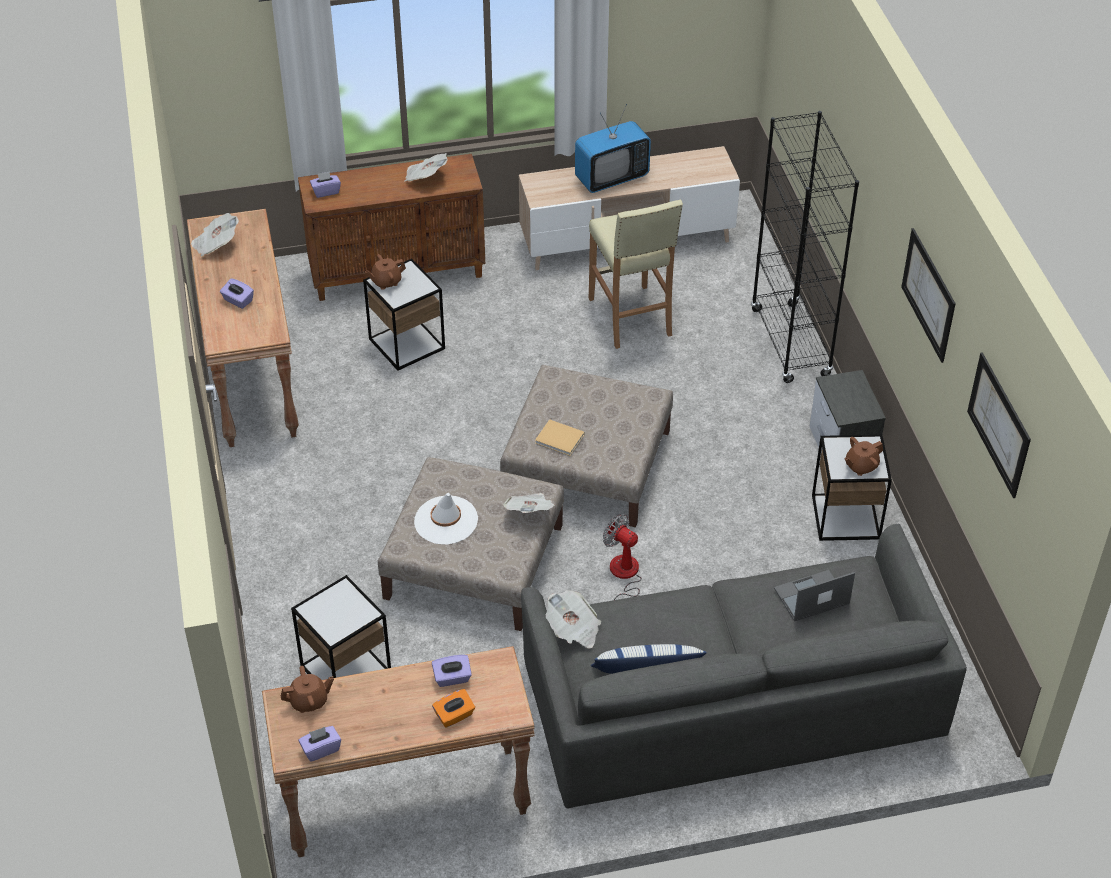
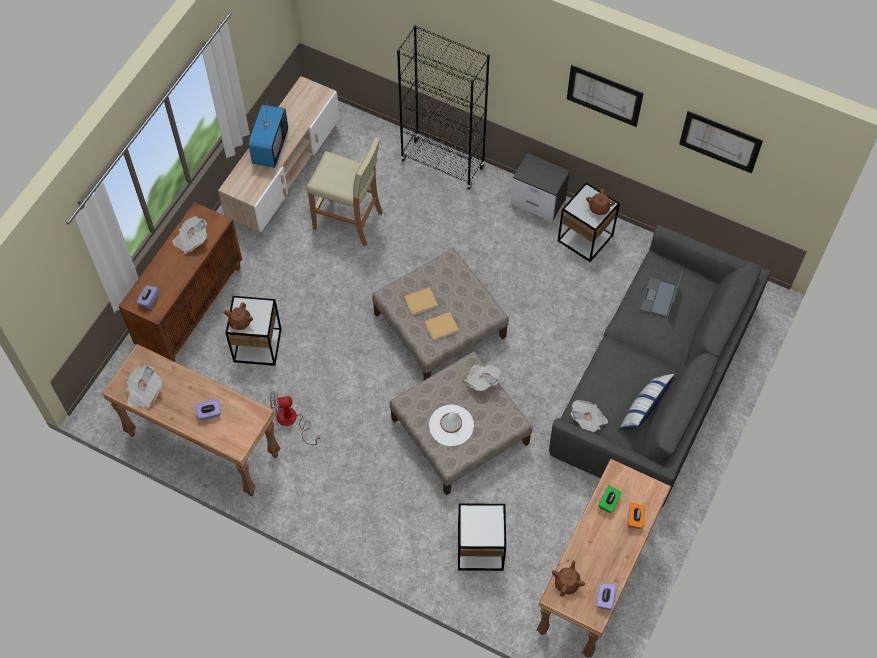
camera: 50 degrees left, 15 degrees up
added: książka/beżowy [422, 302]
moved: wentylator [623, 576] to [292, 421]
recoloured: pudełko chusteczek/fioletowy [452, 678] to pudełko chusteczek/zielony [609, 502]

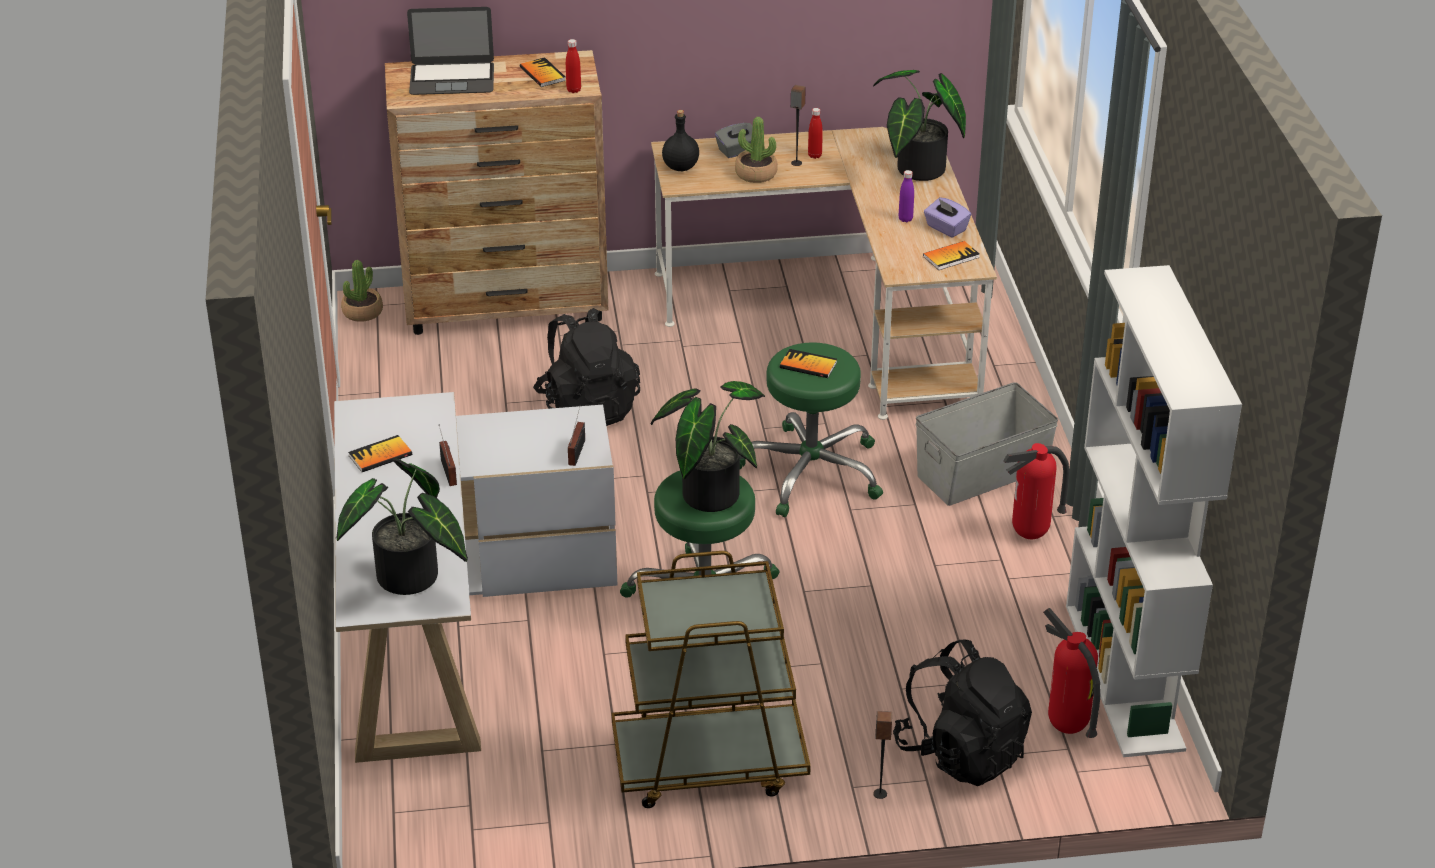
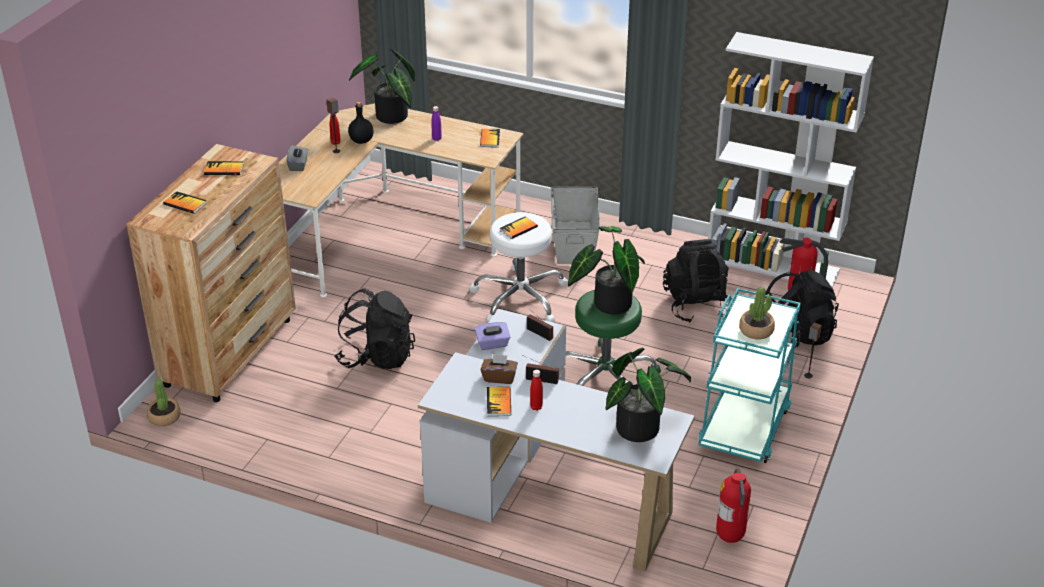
camera: 60 degrees left, 0 degrees up
added: plecak/czarny [697, 306]; pudełko chusteczek/brązowy [499, 377]
moved: butelka/czerwony [573, 90] to [536, 407]; butelka/czarny [681, 167] to [361, 140]; roślina doniczkowa [756, 174] to [756, 330]; pudełko chusteczek/fioletowy [946, 228] to [492, 344]; gaśnica [1030, 535] to [730, 538]
replaced: laptop [452, 79] to książka [185, 204]
recoloured: stołek/zielony [810, 471] to stołek/biały [520, 297]; wózek/brązowy [708, 763] to wózek/turkusowy [744, 426]

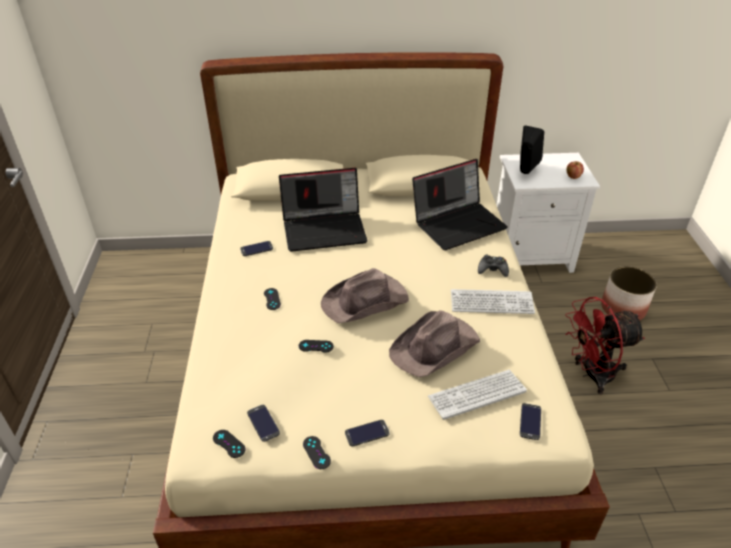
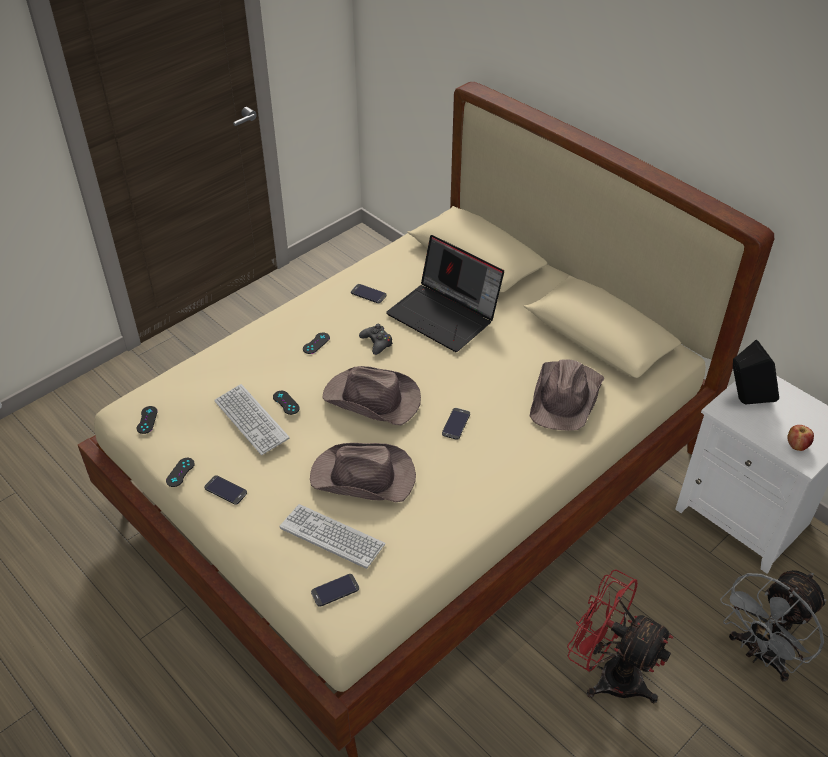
camera: 50 degrees right, 5 degrees up
moved: pad do gier/czarny [492, 270] to [377, 343]; klawiatura [491, 303] to [251, 420]; telefon [263, 423] to [456, 424]
replaced: laptop [458, 223] to kapelusz/brązowy [566, 397]; donica [623, 308] to wentylator/szary [760, 654]

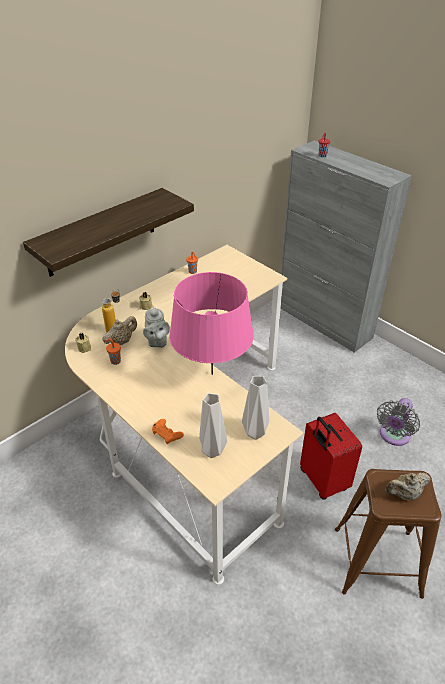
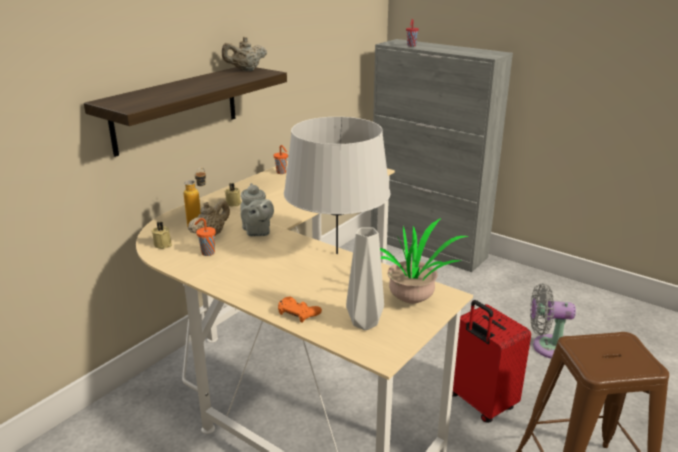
camera: 10 degrees left, 15 degrees down
moved: imbryk/beżowy [404, 494] to [245, 70]
replaced: wazon/szary [256, 432] to roślina doniczkowa [414, 300]
recoloured: lampa stołowa/różowy [212, 374] to lampa stołowa/szary [336, 254]
turned: wentylator/szary [393, 436] = [547, 347] 75 degrees clockwise

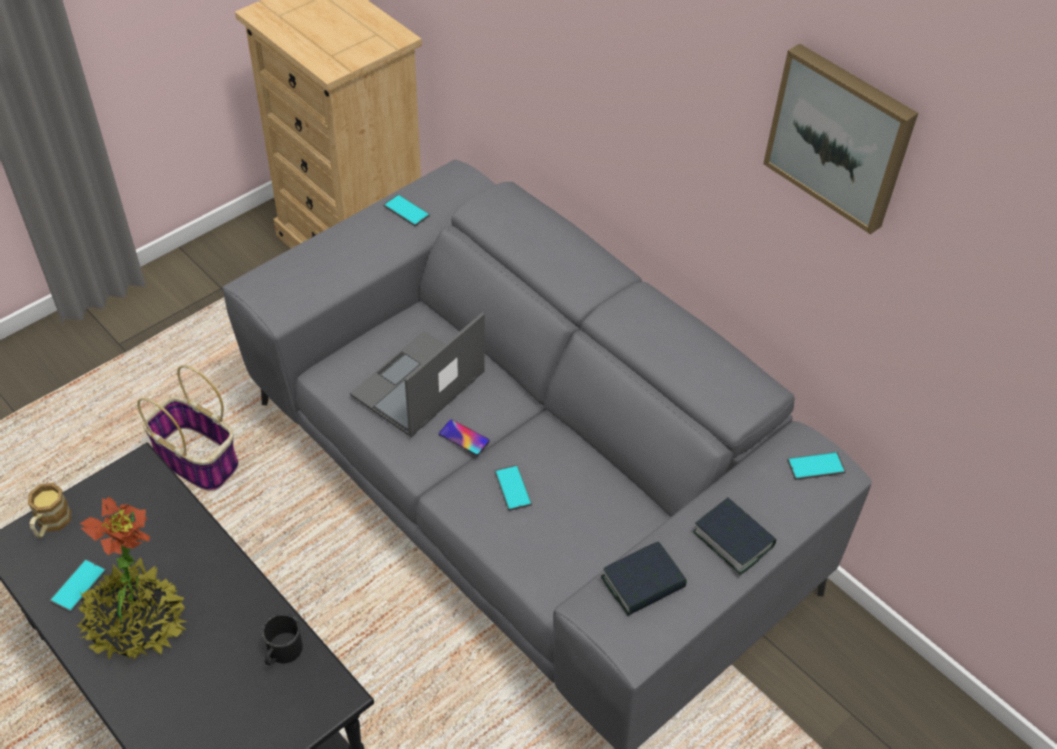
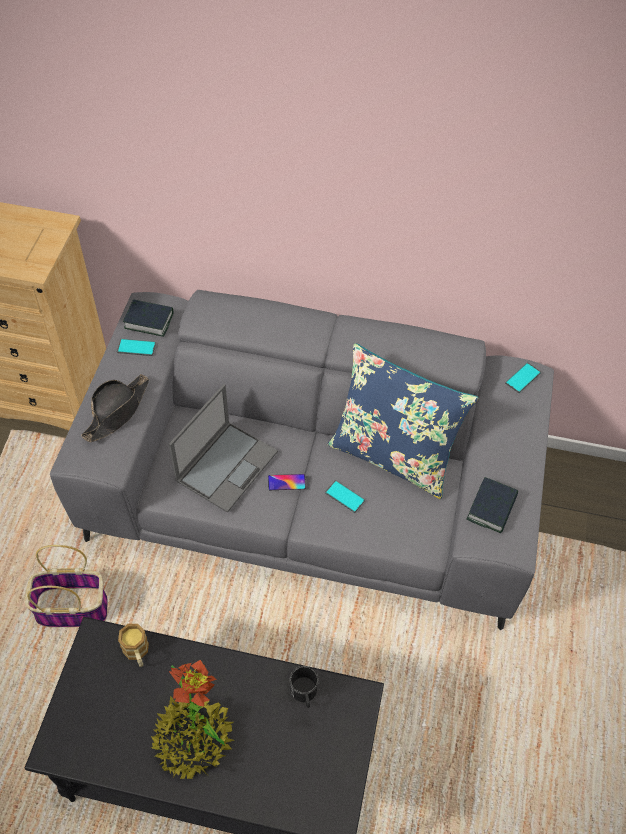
camera: 35 degrees left, 5 degrees up
removed: obraz [841, 136]; telefon [78, 586]
added: poduszka/niebieski [393, 455]; kapelusz/czarny [117, 411]
moved: kubek [51, 524] to [137, 653]; książka [733, 539] to [149, 321]
turned: laptop [417, 385] = [227, 465] 150 degrees counterclockwise

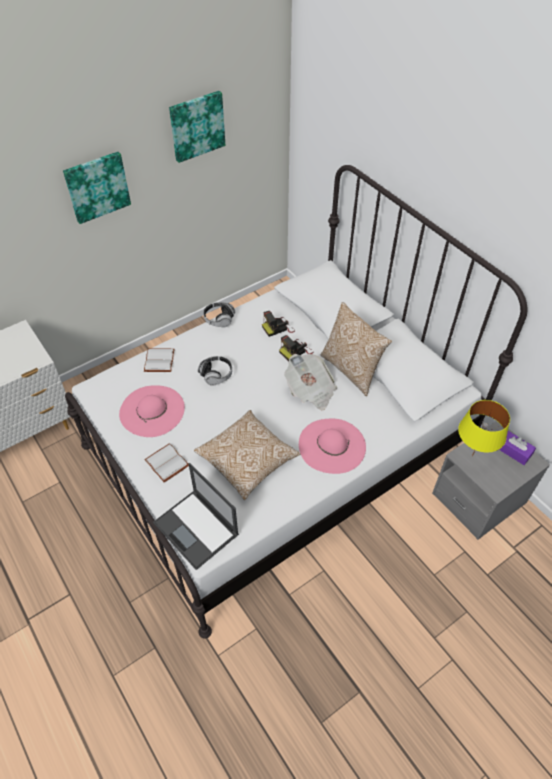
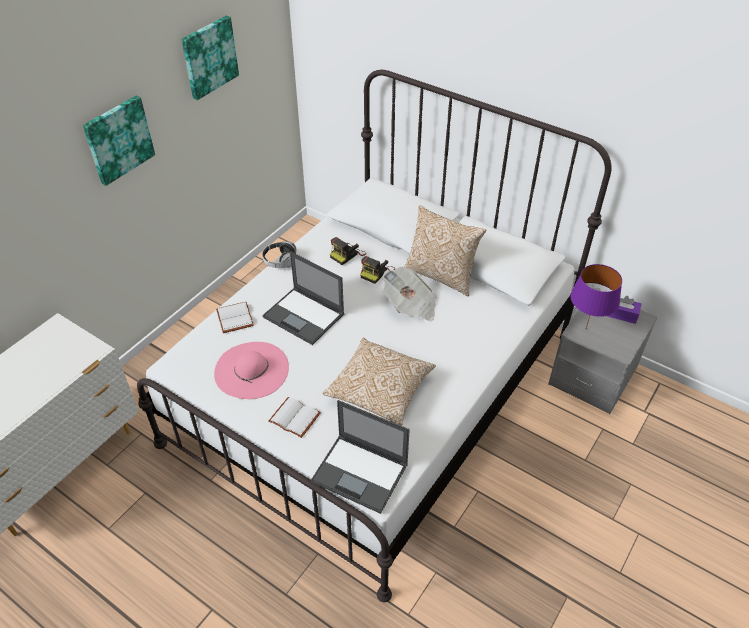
camera: 20 degrees left, 5 degrees down
removed: kapelusz/różowy [332, 445]
replaced: słuchawki [216, 375] to laptop [304, 316]
recoloured: lampa stołowa/żółty [472, 456] to lampa stołowa/fioletowy [586, 329]

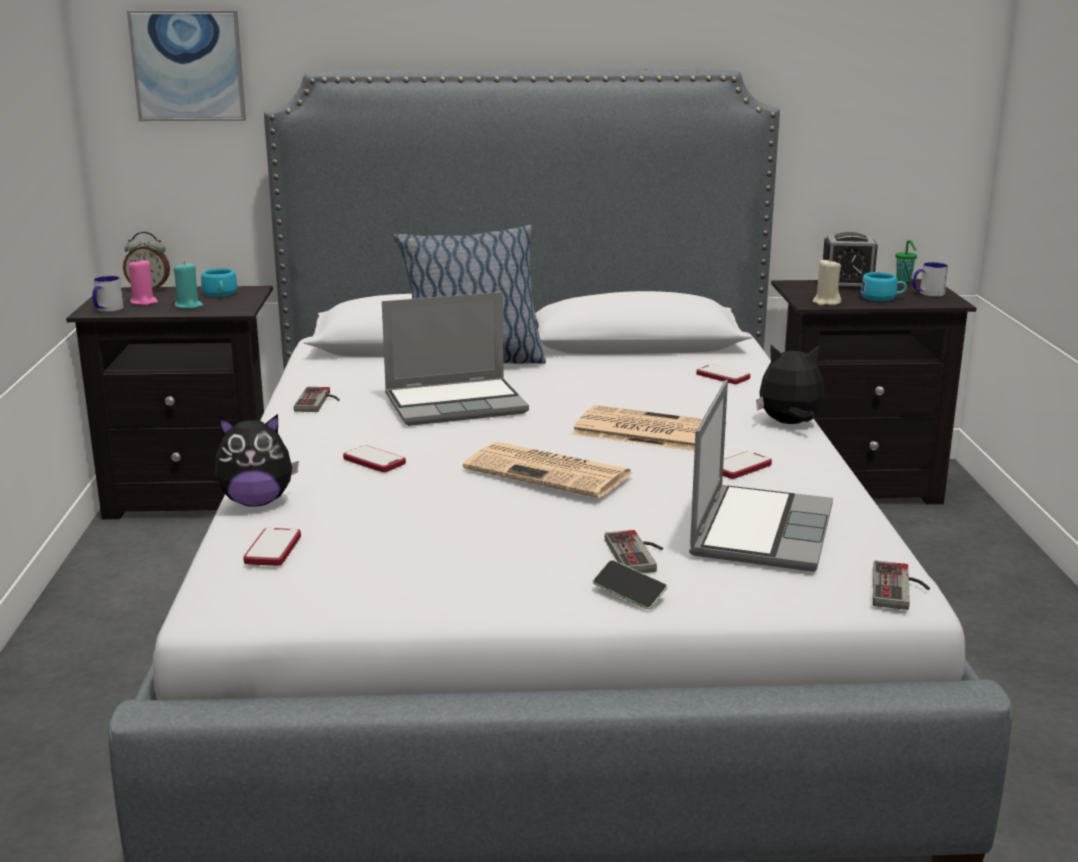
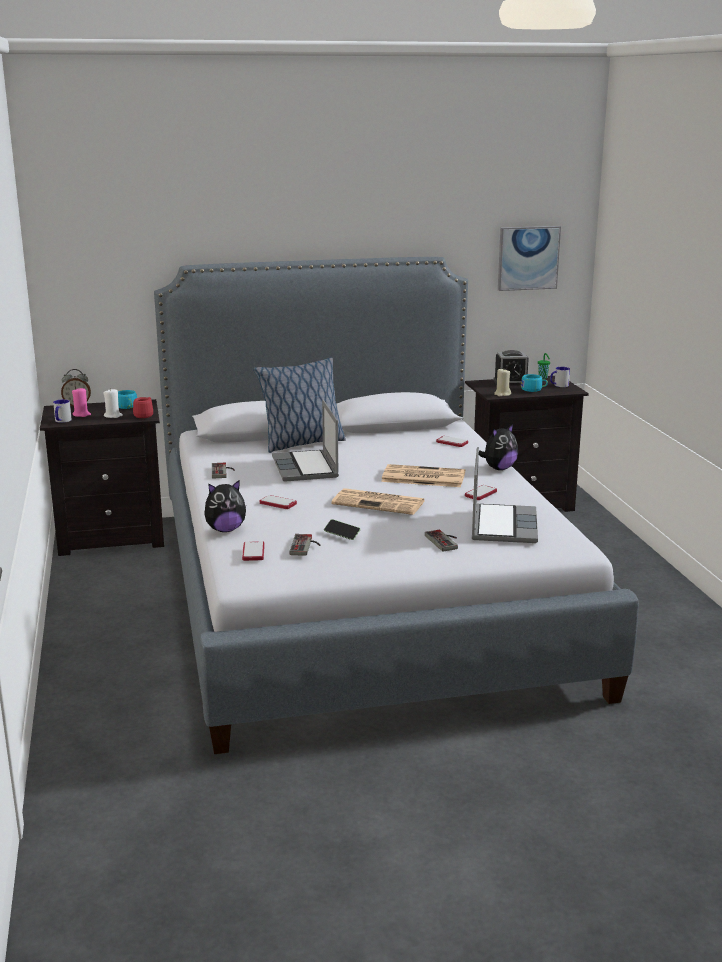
camera: 10 degrees left, 0 degrees up
added: kubek/czerwony [145, 415]
moved: obraz [188, 65] to [528, 258]; telefon [629, 594] to [342, 534]; pad do gier [901, 589] to [306, 546]
recoloured: świeca/turkusowy [189, 306] to świeca/biały [113, 416]
turned: laptop [457, 404] = [306, 468] 105 degrees clockwise; pluszak [789, 424] = [499, 468] 150 degrees clockwise

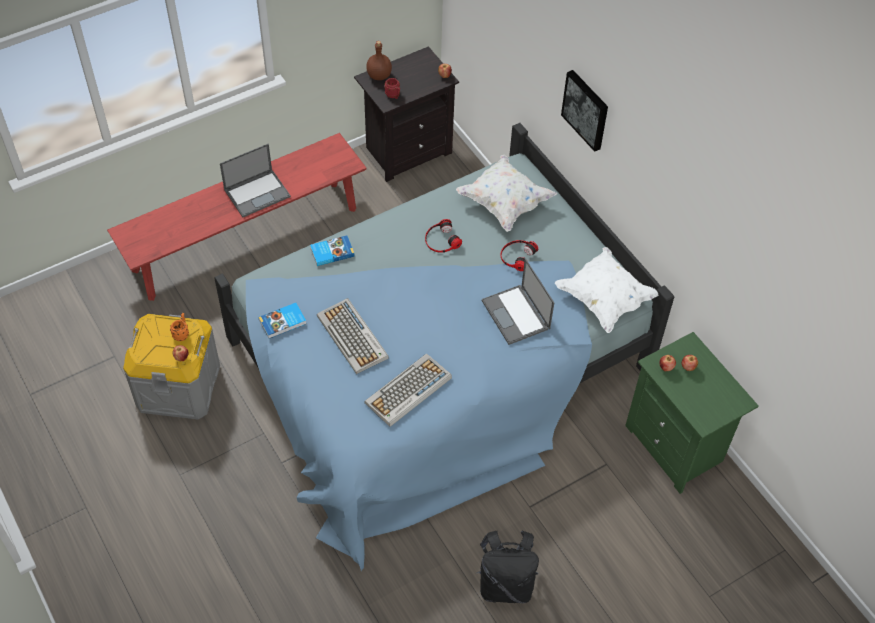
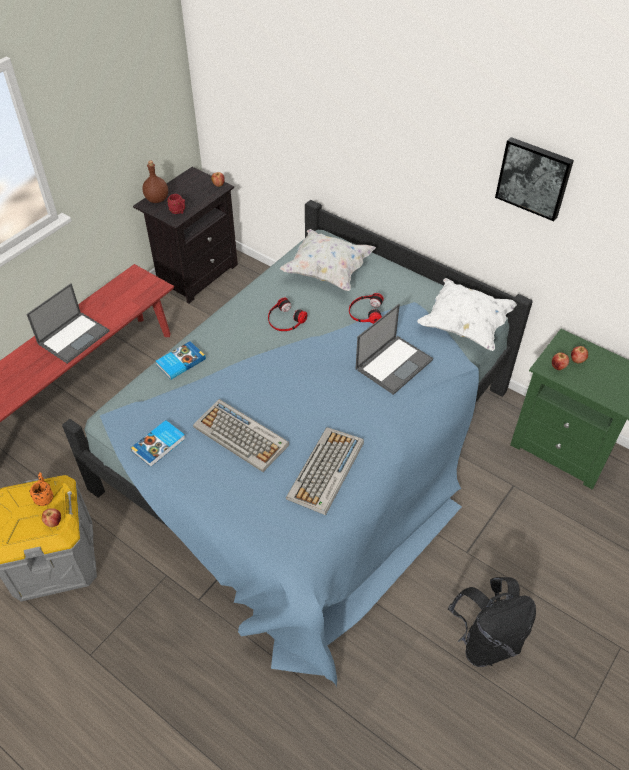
camera: 20 degrees left, 5 degrees down
moved: obraz [586, 109] to [534, 177]
turned: laptop [516, 315] = [394, 364] 90 degrees counterclockwise

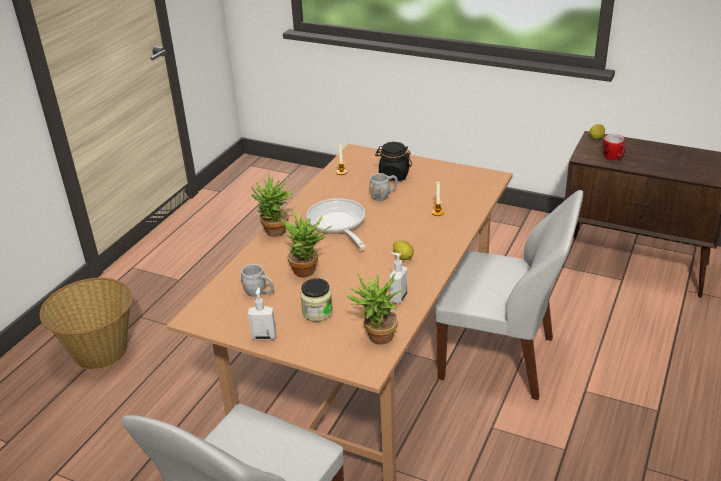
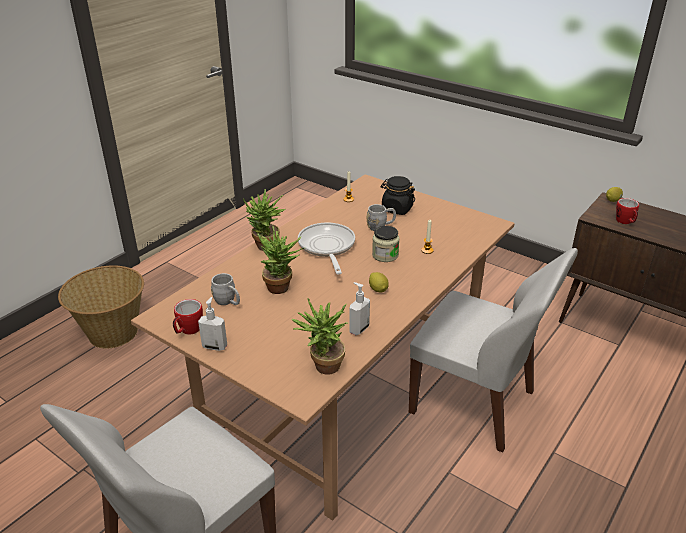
camera: 10 degrees right, 0 degrees up
added: kubek [188, 331]
moved: słoik [317, 312] to [385, 255]

